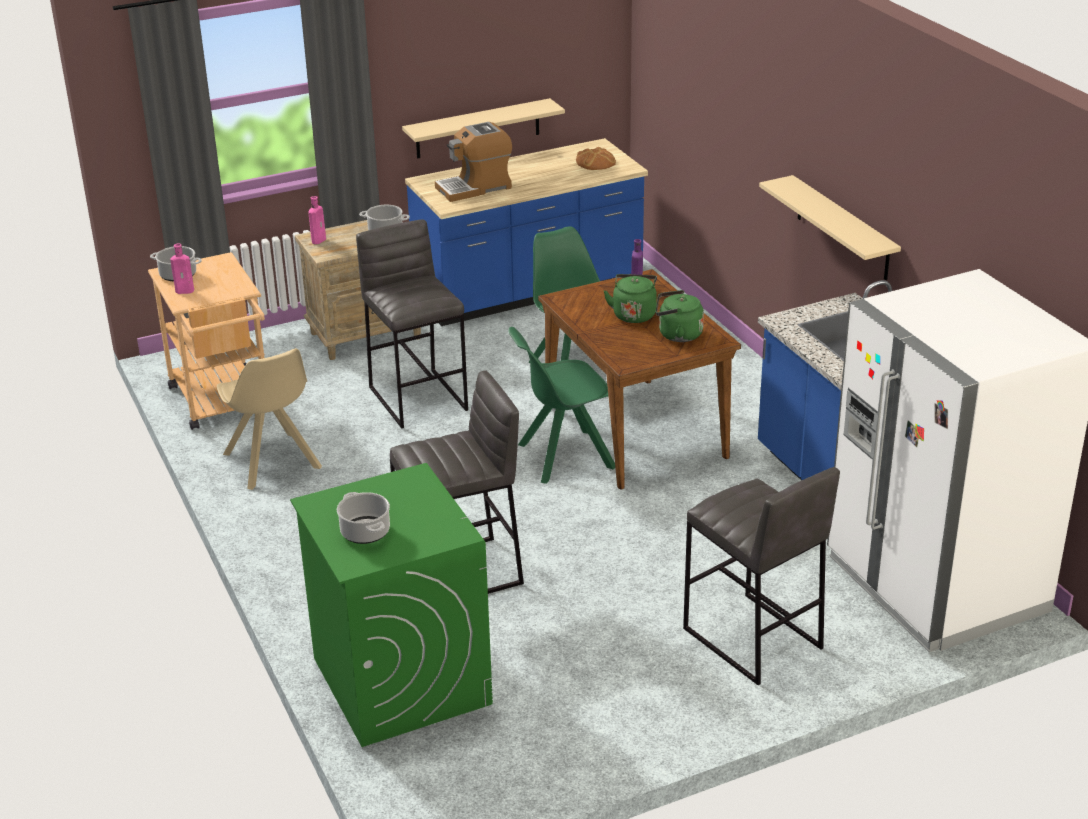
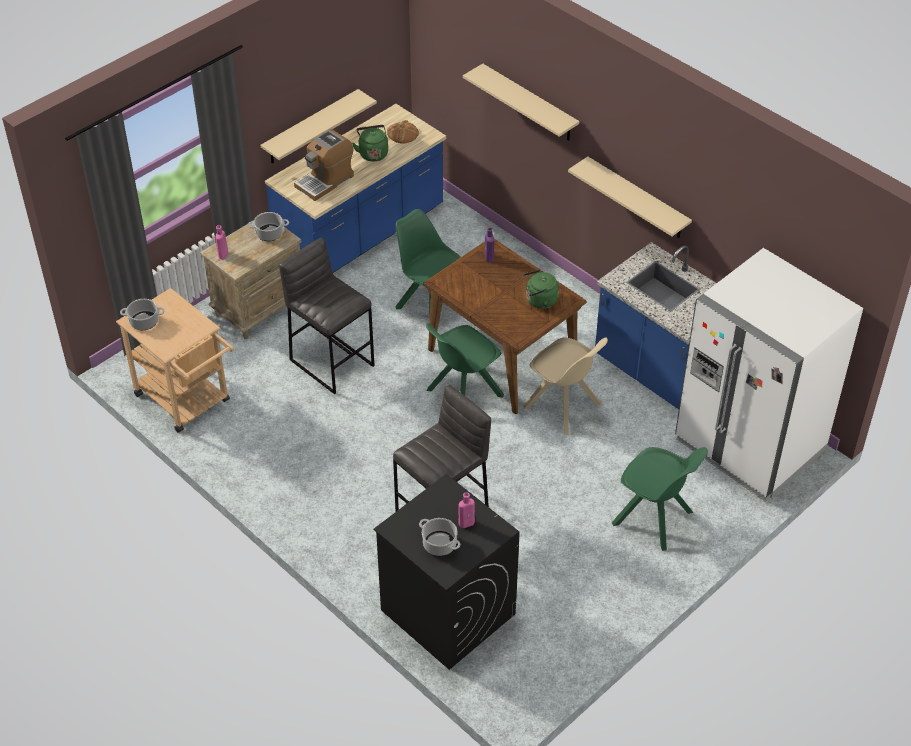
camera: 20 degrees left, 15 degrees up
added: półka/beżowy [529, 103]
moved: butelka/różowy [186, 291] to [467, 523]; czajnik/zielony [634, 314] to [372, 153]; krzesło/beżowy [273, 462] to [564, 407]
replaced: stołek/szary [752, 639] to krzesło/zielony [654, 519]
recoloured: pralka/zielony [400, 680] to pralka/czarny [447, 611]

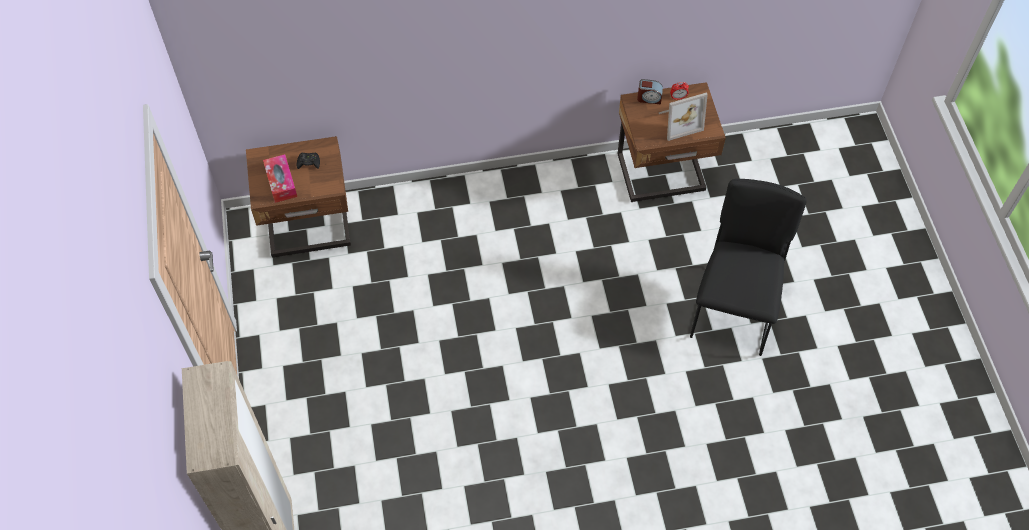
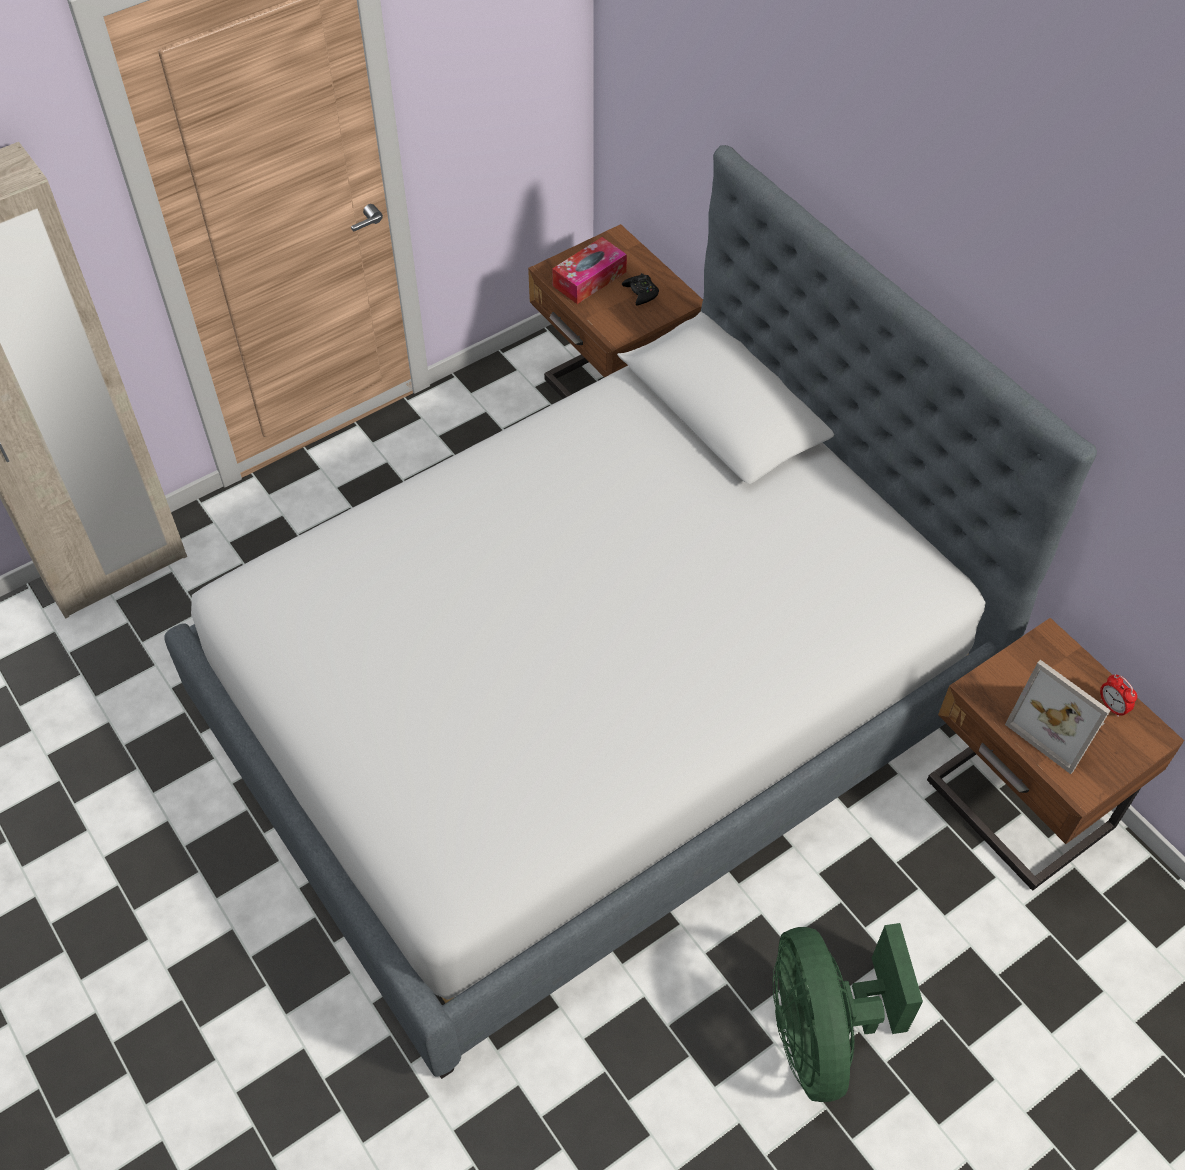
camera: 65 degrees right, 5 degrees down
removed: budzik [649, 98]
added: łóżko [593, 706]
replaced: krzesło/czarny [734, 306] to wentylator/zielony [822, 1032]

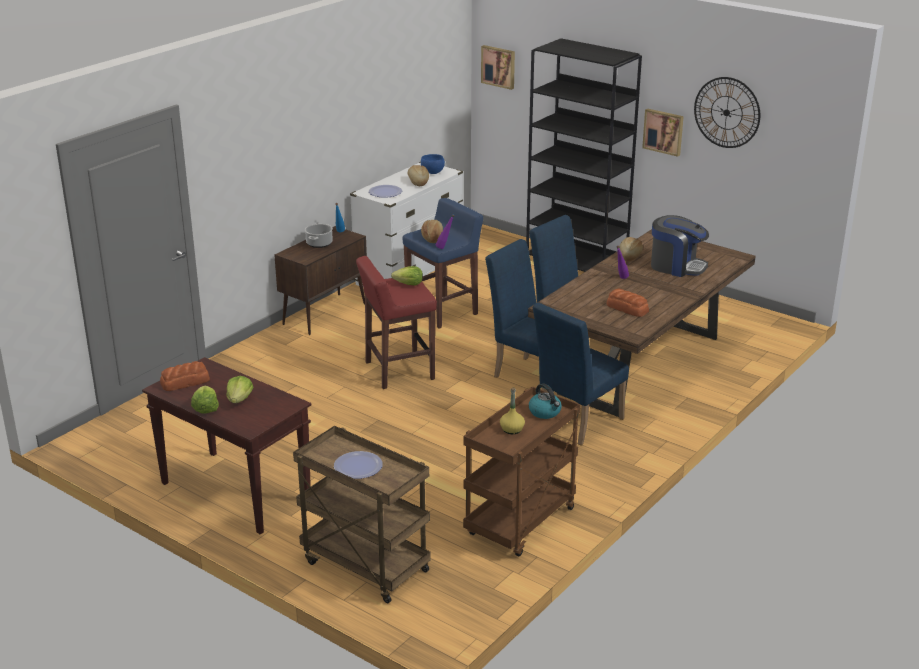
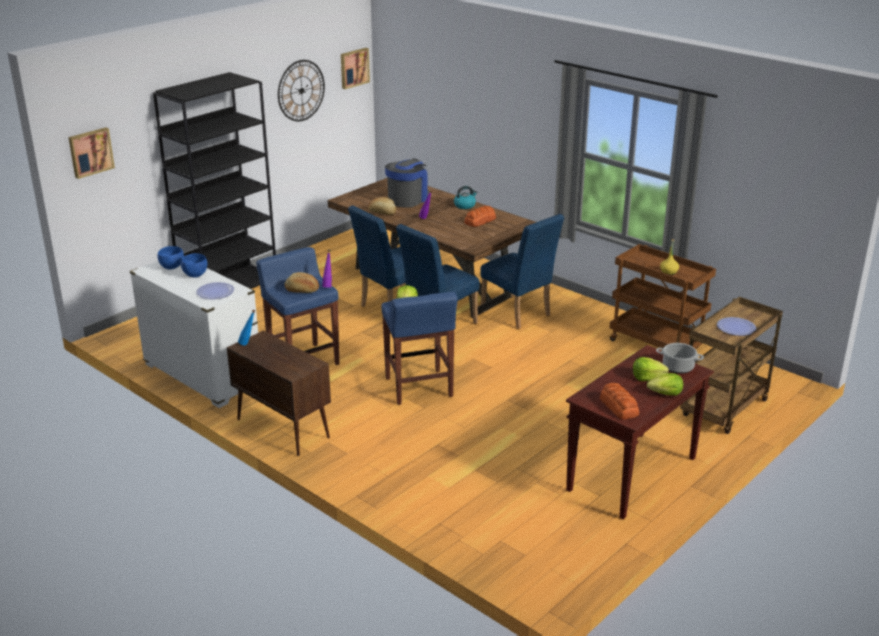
camera: 85 degrees left, 0 degrees up
moved: obraz [663, 131] to [353, 68]; garnek [319, 244] to [678, 367]; czajnik [545, 412] to [465, 205]
replaced: chleb [417, 182] to miska/niebieski [195, 275]
recoloured: stołek/czerwony [398, 371] to stołek/niebieski [419, 388]

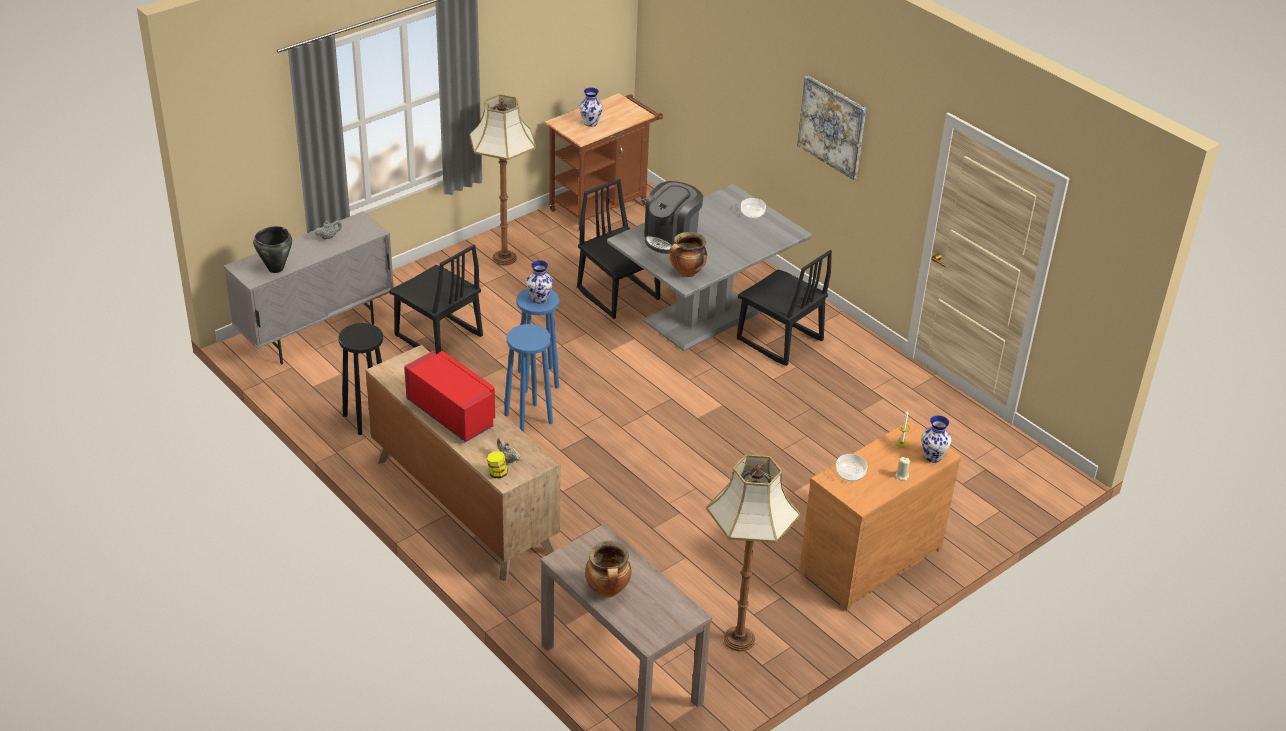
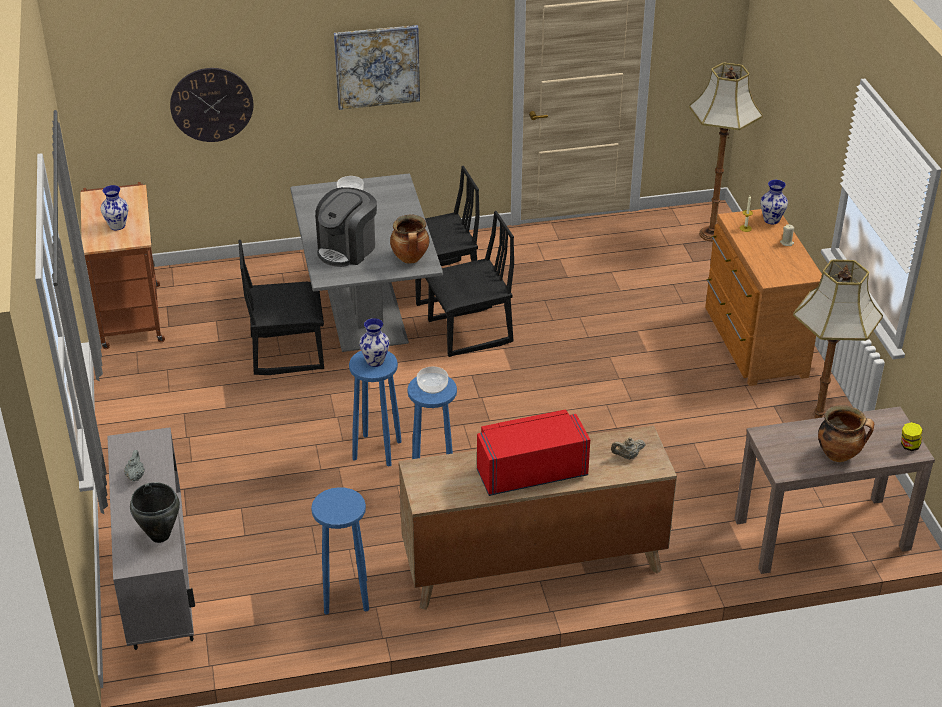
camera: 60 degrees left, 0 degrees up
added: zegar ścienny [211, 104]
moved: lampa stojąca [504, 257] to [710, 234]; krzesło/czarny [438, 337] to [470, 332]; słoik [497, 473] to [909, 446]; miska [850, 473] to [432, 386]
recoloured: stołek/czarny [367, 418] to stołek/niebieski [345, 596]
turned: ekspres do kawy [671, 238] = [347, 249] 60 degrees clockwise

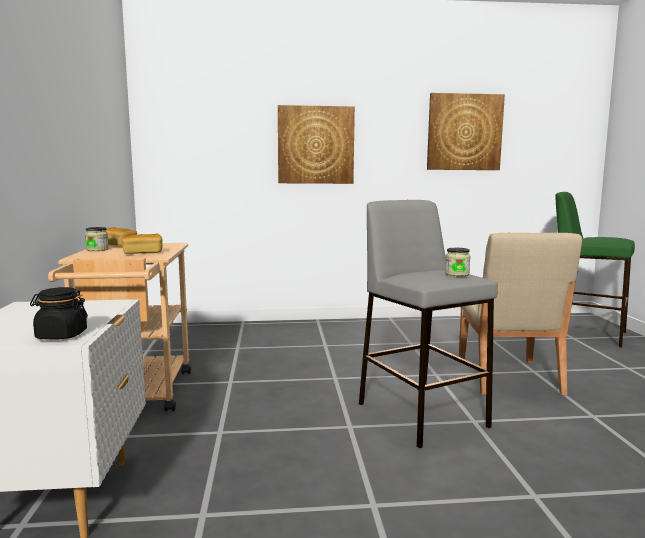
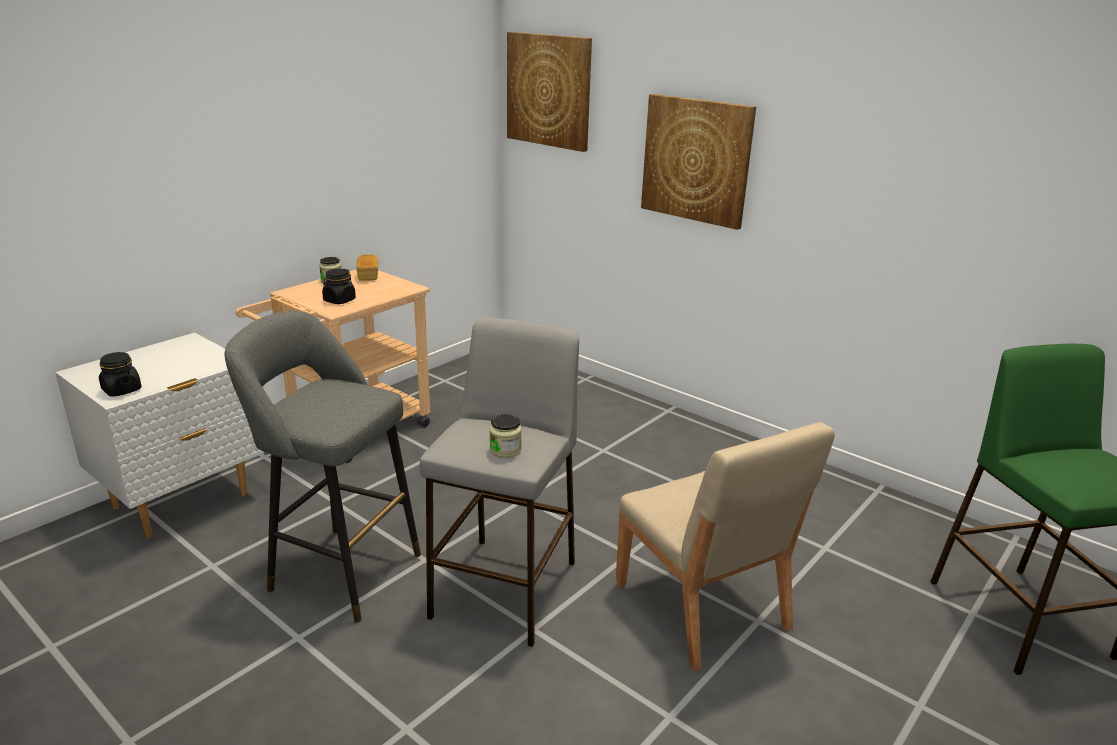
camera: 45 degrees right, 15 degrees up
added: stołek/szary [338, 570]
moved: obraz [464, 132] to [549, 90]
replaced: chleb [142, 253] to słoik/czarny [339, 300]
turned: krzesło/beżowy [508, 377] = [701, 607] 75 degrees counterclockwise

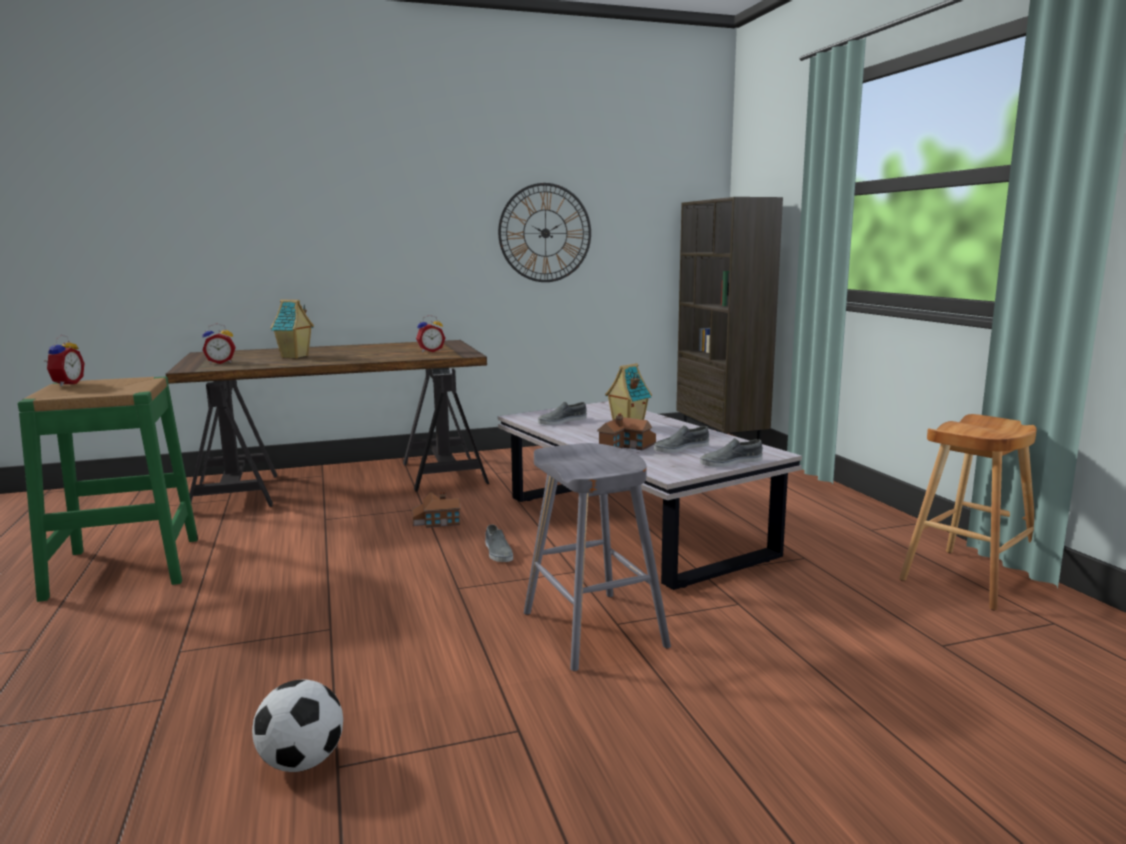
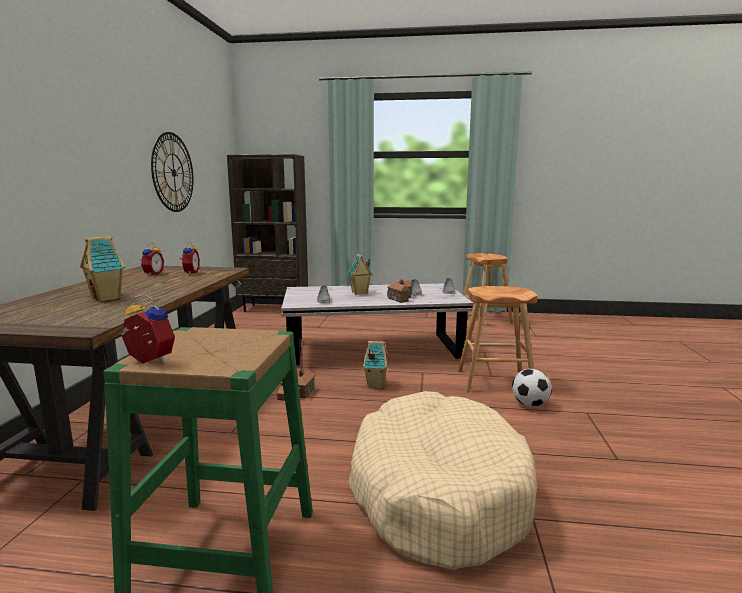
camera: 65 degrees left, 0 degrees up
added: legowisko/beżowy [437, 492]
moved: budzik [221, 362] to [152, 274]; piłka futbolowa [301, 762] to [530, 405]
replaced: but/szary [498, 552] to domek [375, 385]
recoloured: stołek/szary [593, 629] to stołek/brązowy [494, 381]

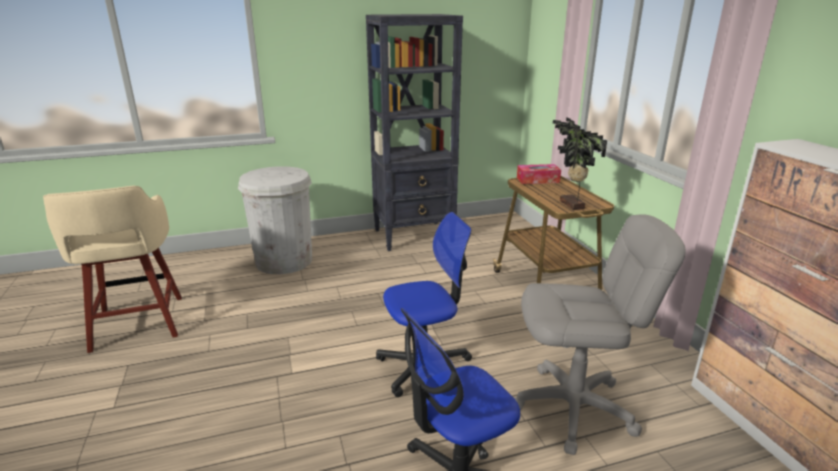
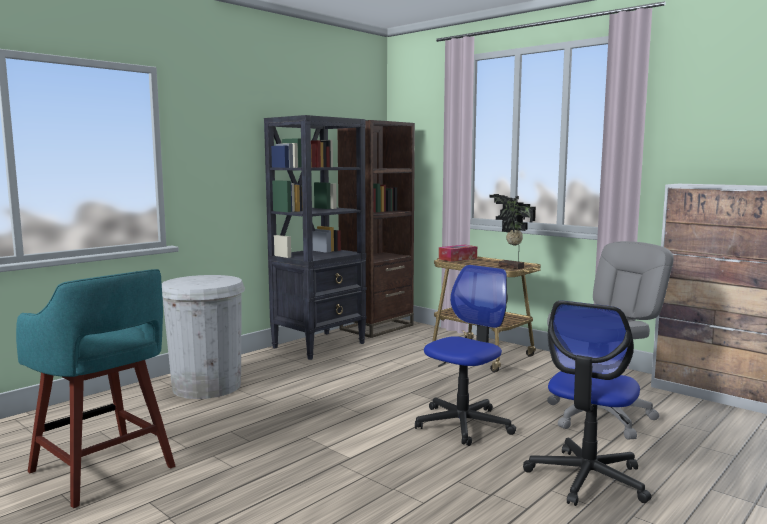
camera: 30 degrees left, 15 degrees down
added: regał/brązowy [377, 327]
recoloured: stołek/beżowy [137, 325] to stołek/turkusowy [104, 471]

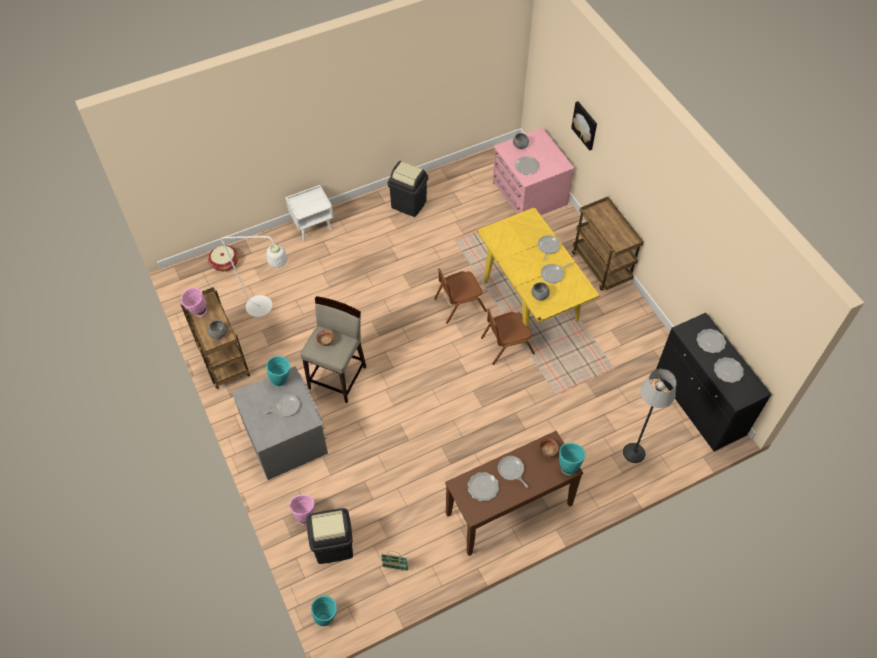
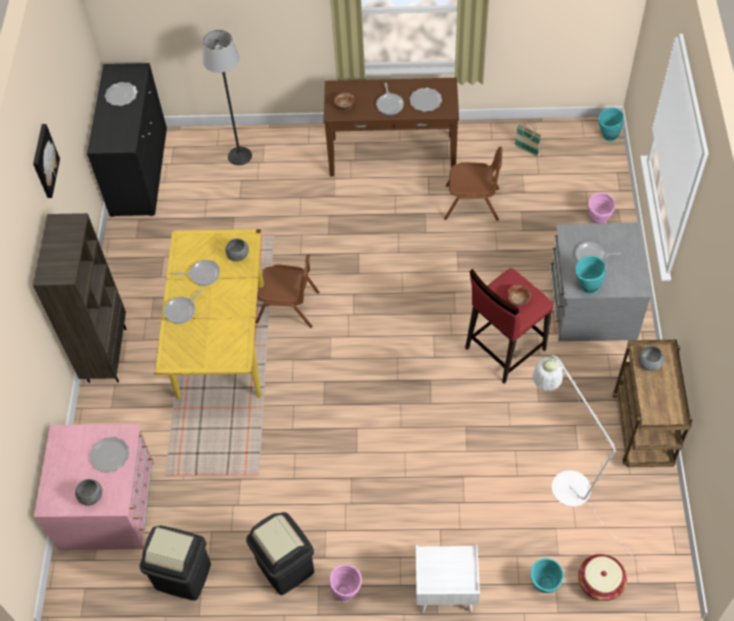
camera: 150 degrees left, 0 degrees up
removed: talerz [710, 341]
moved: obraz [585, 125] to [44, 161]; krzesło/brązowy [459, 304] to [472, 203]; wazon/różowy [197, 312] to [347, 592]; wazon/turkusowy [568, 465] to [543, 587]; kosz na śmieci/czarny [333, 546] to [183, 575]
replaced: wózek/brązowy [602, 267] to regał/brązowy [106, 354]
recoloured: stołek/beżowy [338, 377] to stołek/czerwony [504, 349]

